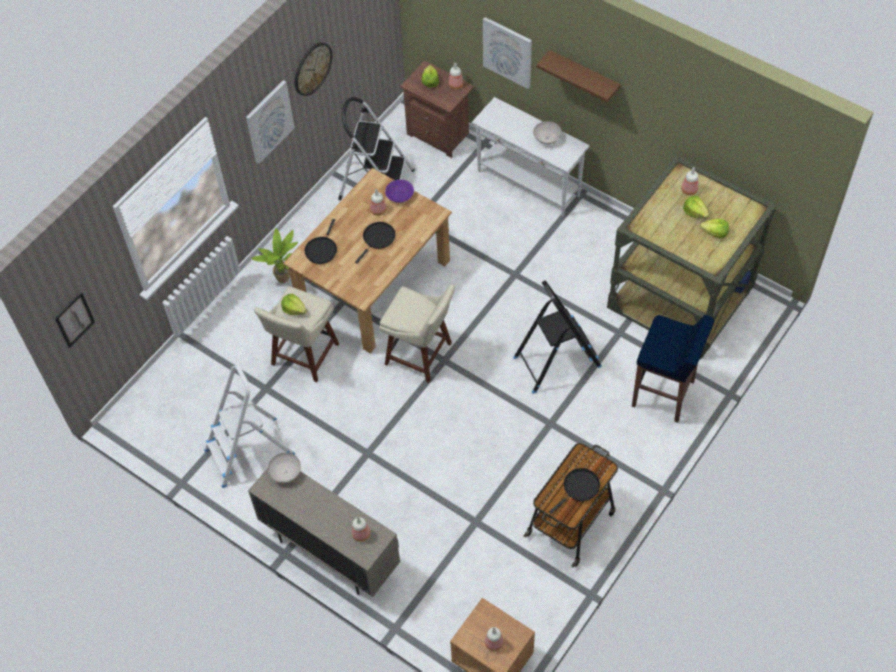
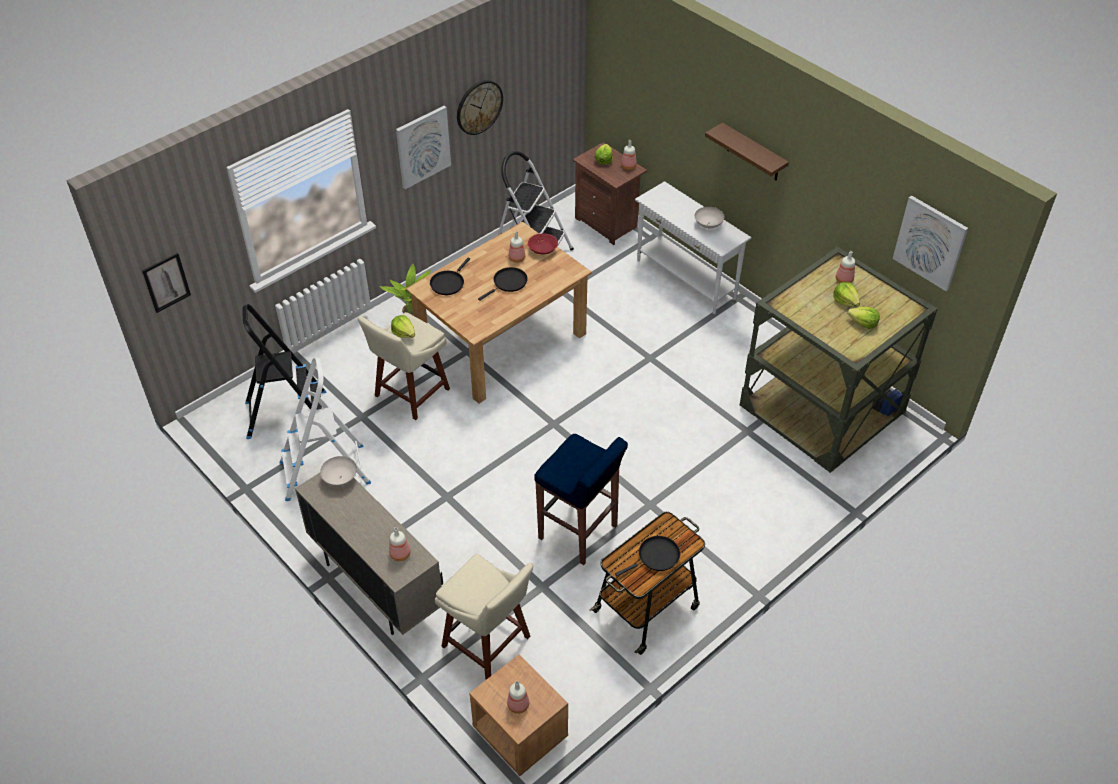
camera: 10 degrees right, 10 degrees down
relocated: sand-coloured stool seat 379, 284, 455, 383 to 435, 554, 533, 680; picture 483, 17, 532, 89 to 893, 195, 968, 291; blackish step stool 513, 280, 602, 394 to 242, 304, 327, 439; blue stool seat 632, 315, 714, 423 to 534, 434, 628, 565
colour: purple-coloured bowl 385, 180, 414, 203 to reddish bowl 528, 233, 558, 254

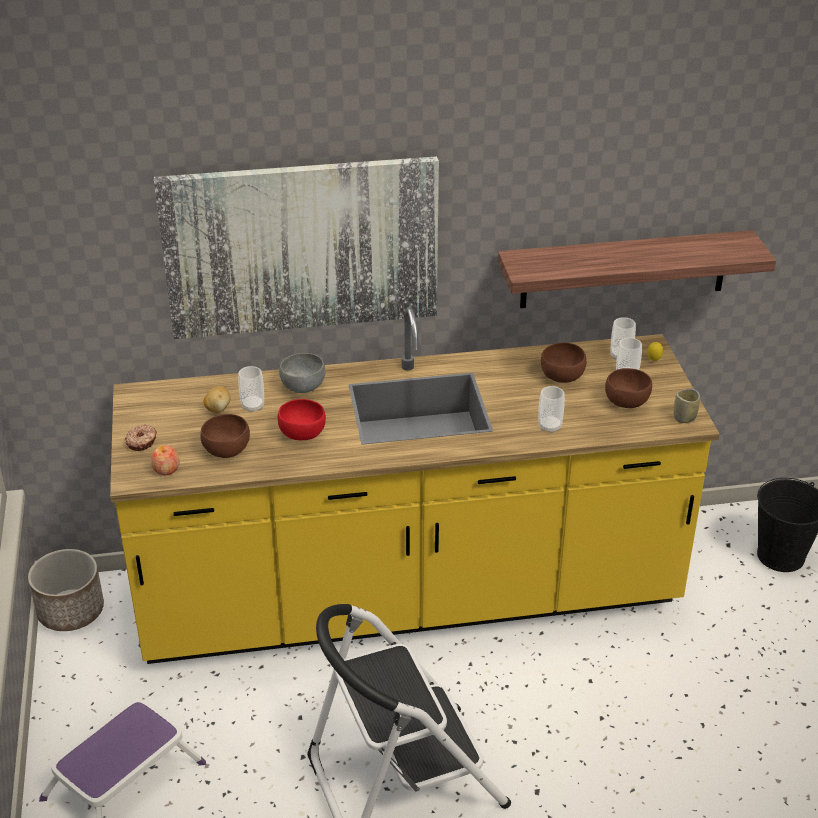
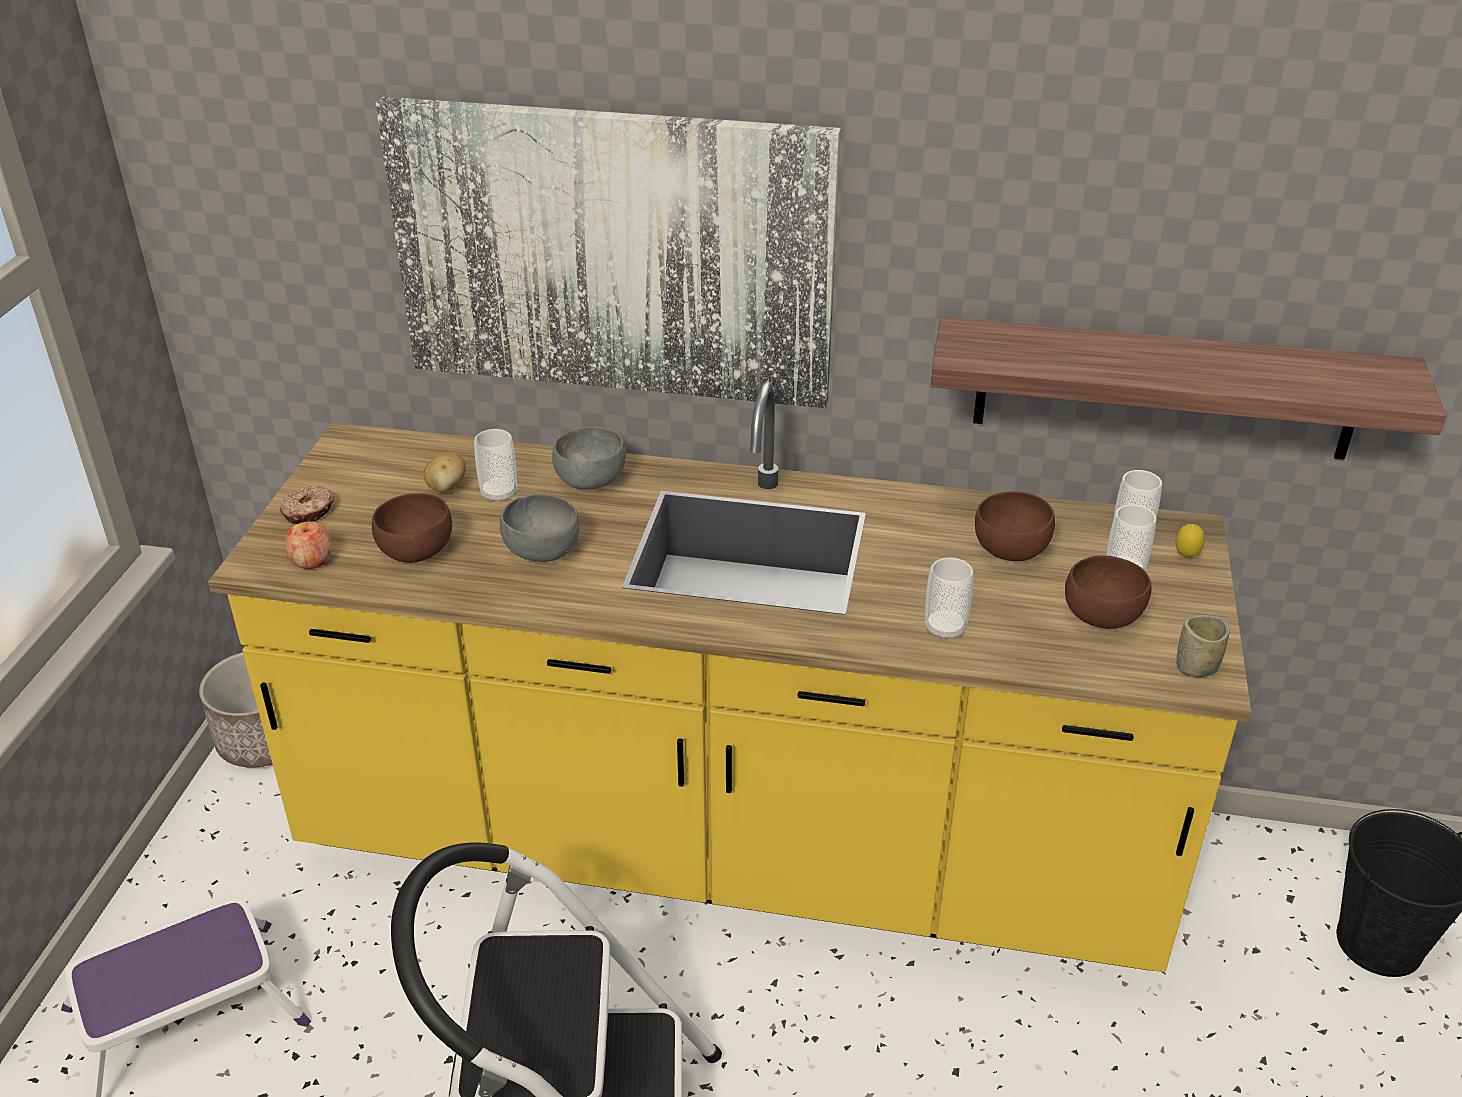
camera: 20 degrees right, 0 degrees up
colour: reddish bowl 278, 399, 326, 440 to greyish bowl 500, 494, 580, 562

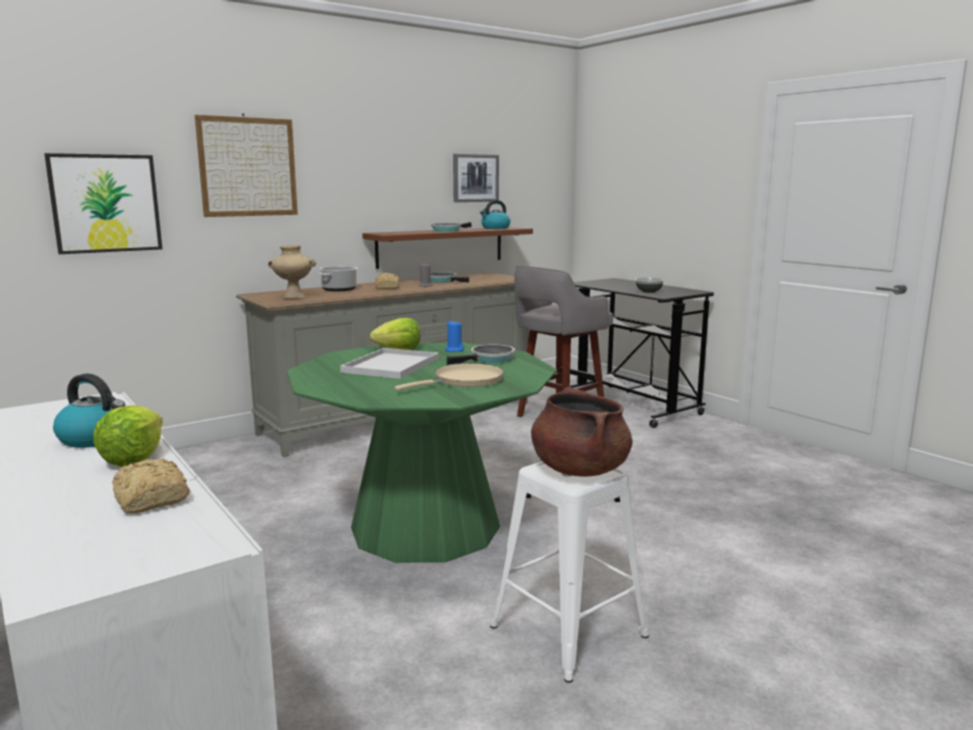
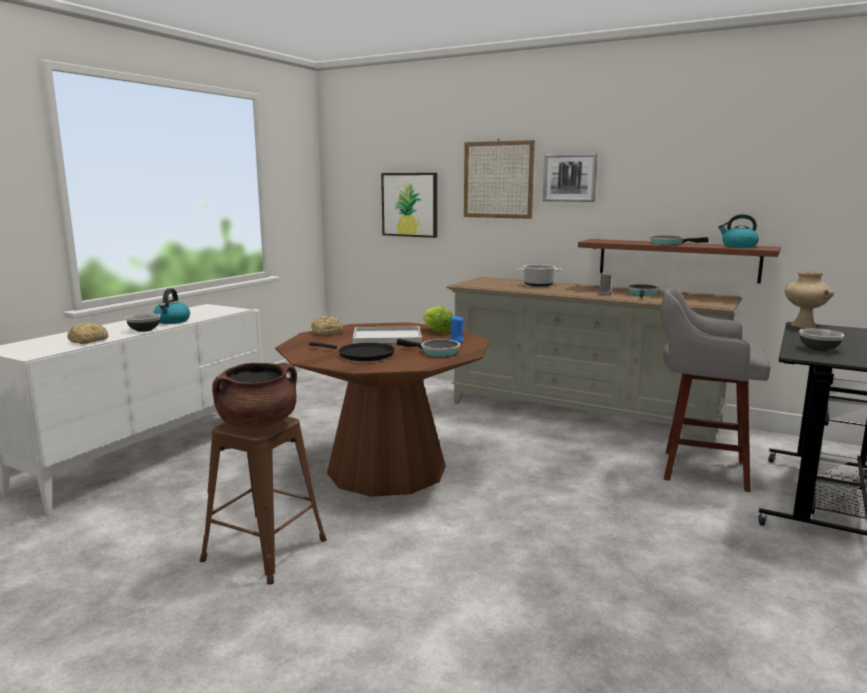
camera: 65 degrees right, 0 degrees up
relocated: sand-coloured decorative vase 268, 245, 316, 299 to 785, 271, 834, 328; bakery bread 375, 273, 400, 290 to 311, 316, 343, 335; picture 453, 154, 499, 202 to 543, 153, 598, 202
exchanged: head of lettuce 93, 406, 163, 467 to bowl 125, 313, 161, 332
colour: green-coloured dining table 287, 343, 557, 563 to brown-coloured dining table 275, 322, 490, 497; sand-coloured pan 395, 363, 504, 391 to blackish pan 309, 342, 395, 361; white-coloured stool seat 490, 461, 649, 683 to brown-coloured stool seat 200, 417, 327, 585

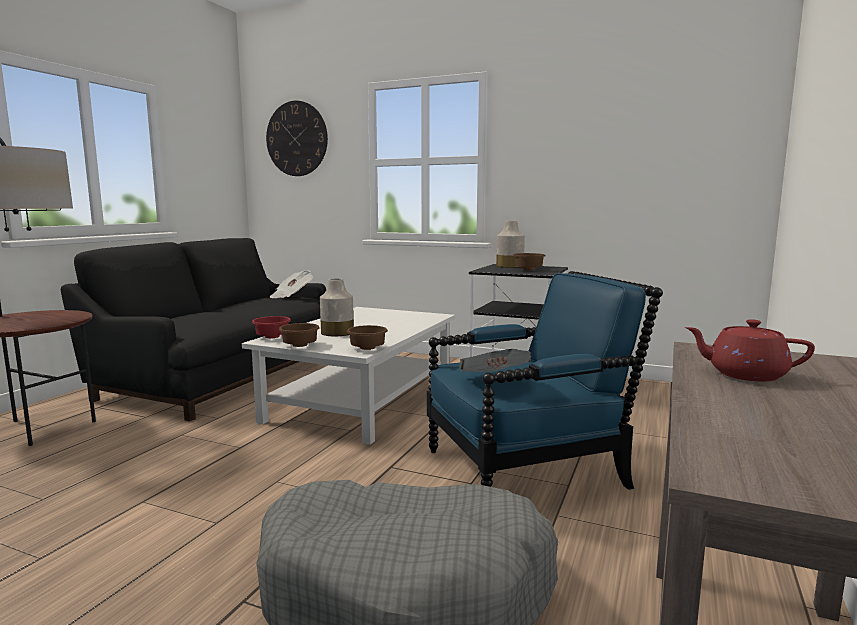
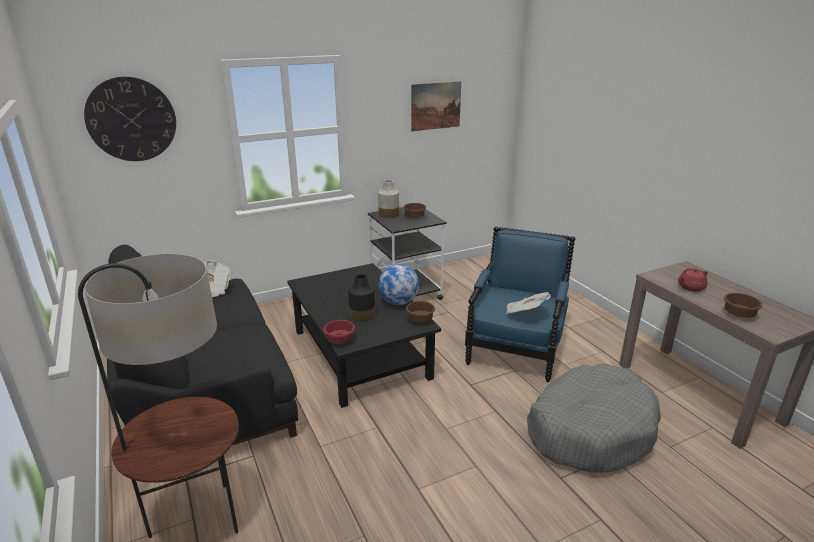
camera: 50 degrees left, 15 degrees up
appeared: desk globe 378, 264, 419, 305; picture 411, 81, 461, 131
relocated: brown-coloured bowl 279, 323, 320, 347 to 724, 293, 763, 318
colour: white-coloured low table 242, 307, 455, 445 to blackish low table 287, 263, 441, 408; sand-coloured decorative vase 320, 278, 354, 336 to blackish decorative vase 348, 274, 375, 322

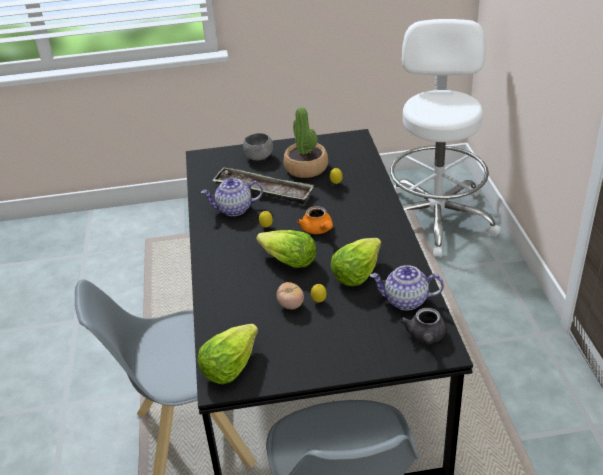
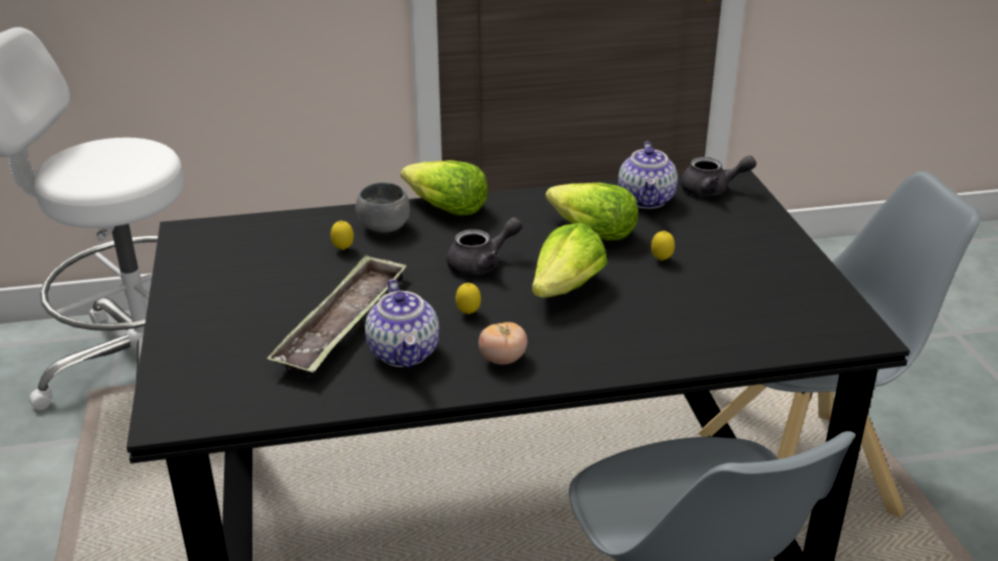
camera: 95 degrees left, 5 degrees down
missing: potted plant 284, 107, 328, 178
relocated: head of lettuce 198, 324, 258, 384 to 401, 160, 488, 216; greyish bowl 243, 133, 273, 161 to 356, 182, 410, 233; fresh tomato 277, 282, 304, 309 to 479, 322, 527, 364
colour: orange teapot 297, 206, 333, 234 to greyish teapot 446, 217, 522, 275

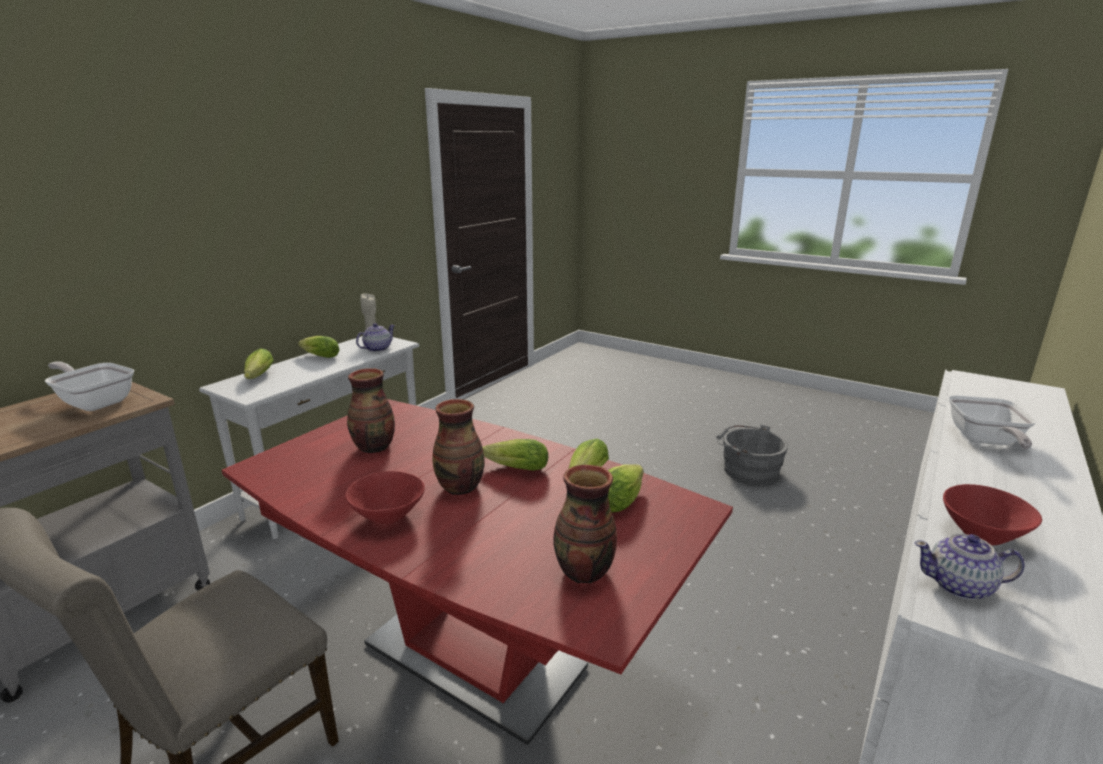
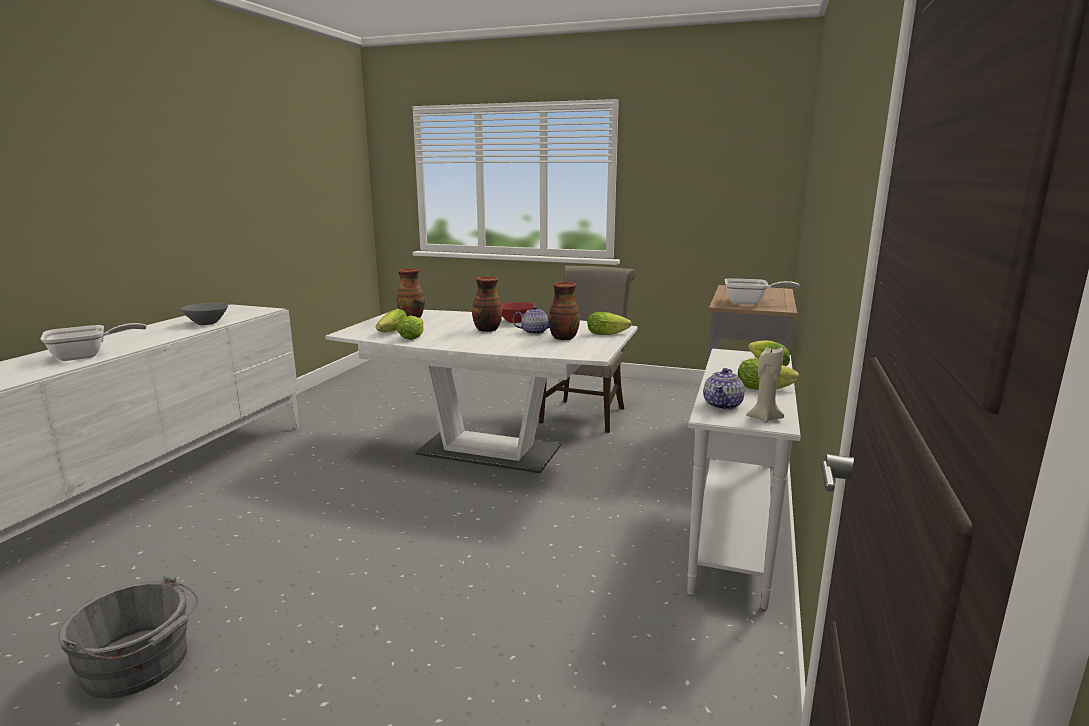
camera: 165 degrees right, 5 degrees down
relocated: head of lettuce 482, 439, 548, 471 to 588, 312, 631, 335; teapot 914, 534, 1025, 600 to 512, 306, 549, 334
colour: reddish dining table 222, 399, 733, 745 to white-coloured dining table 325, 310, 638, 473; reddish bowl 943, 484, 1042, 545 to greyish bowl 181, 303, 228, 325
spun: pan 949, 396, 1036, 449 = 40, 323, 147, 361 60 degrees clockwise

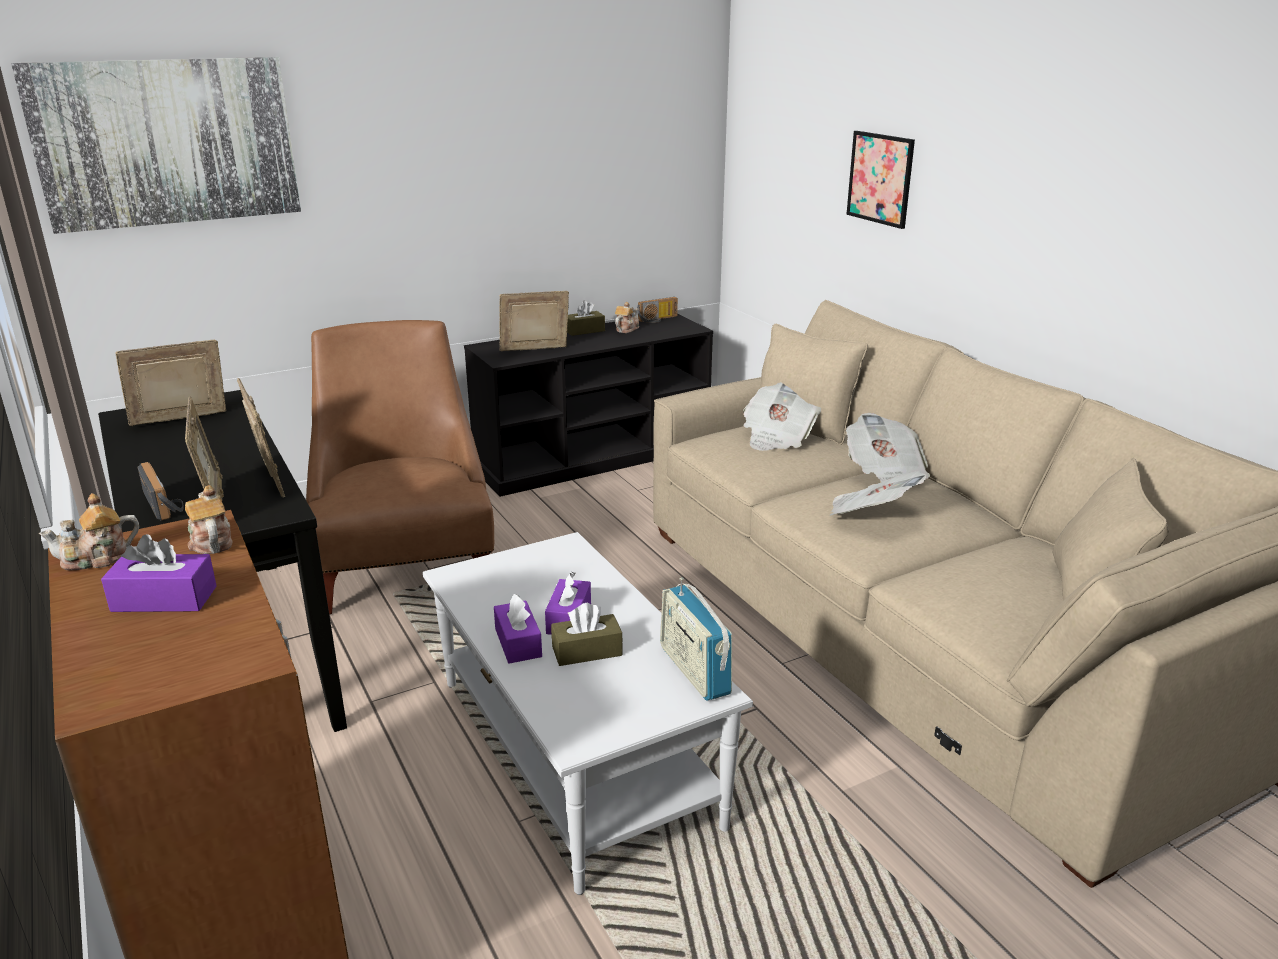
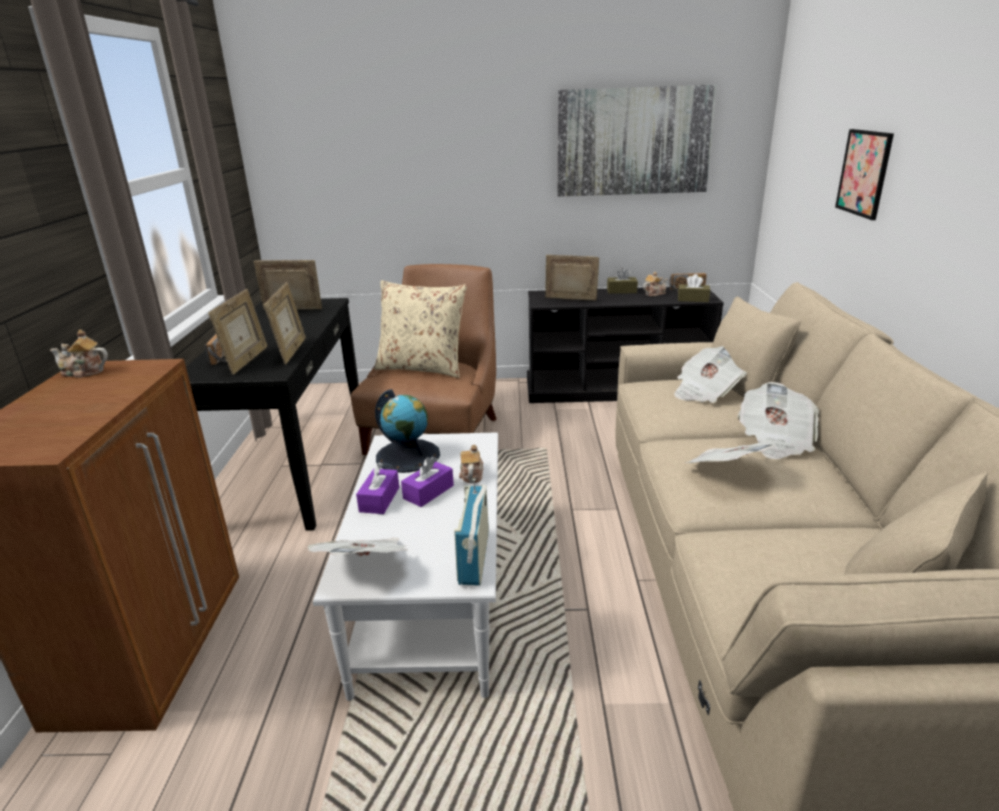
camera: 30 degrees right, 0 degrees up
missing: purple-coloured tissue holder 101, 534, 217, 612
appeared: newspaper 307, 538, 408, 556; sand-coloured throw pillow 374, 280, 467, 378; desk globe 375, 389, 440, 473
relocated: picture 11, 57, 301, 234 to 557, 85, 717, 197; teapot 185, 485, 232, 554 to 459, 445, 483, 483; brown-coloured tissue holder 551, 602, 622, 666 to 678, 274, 710, 302

